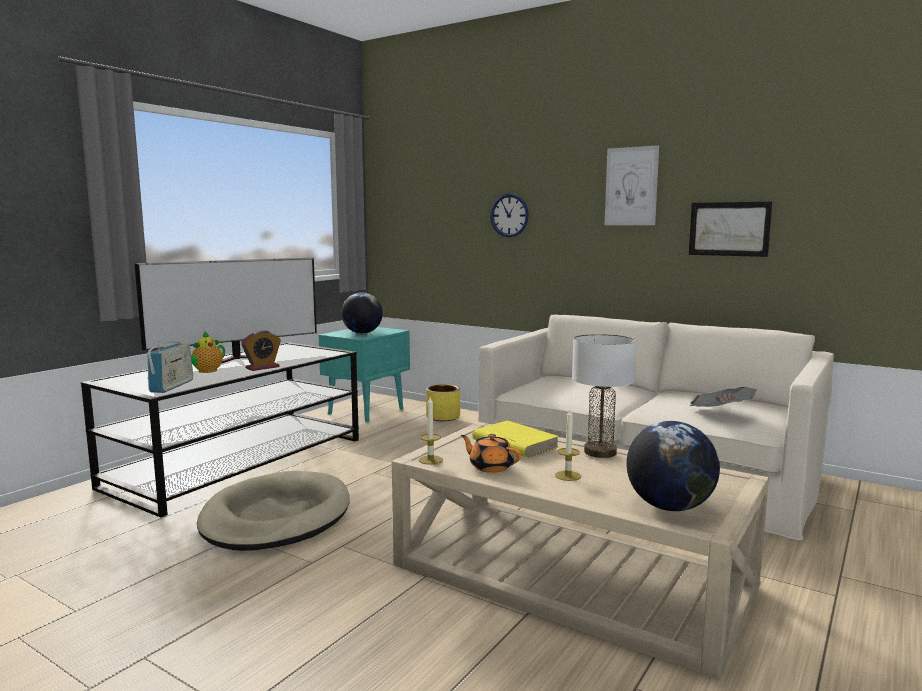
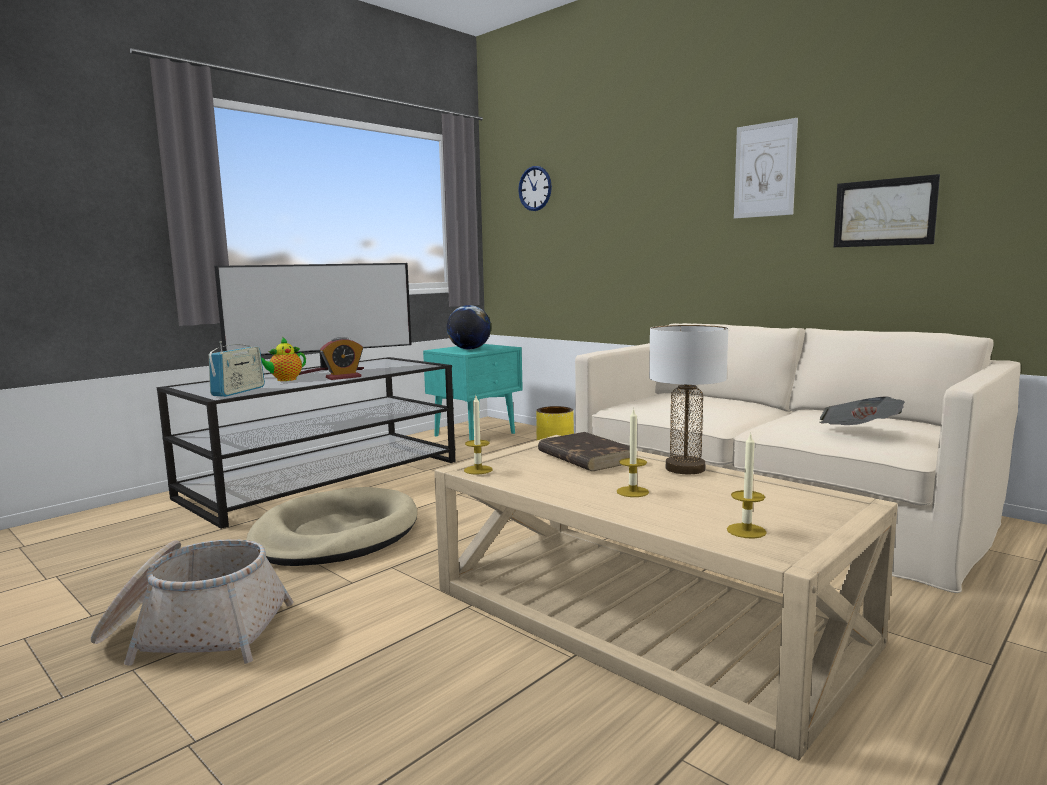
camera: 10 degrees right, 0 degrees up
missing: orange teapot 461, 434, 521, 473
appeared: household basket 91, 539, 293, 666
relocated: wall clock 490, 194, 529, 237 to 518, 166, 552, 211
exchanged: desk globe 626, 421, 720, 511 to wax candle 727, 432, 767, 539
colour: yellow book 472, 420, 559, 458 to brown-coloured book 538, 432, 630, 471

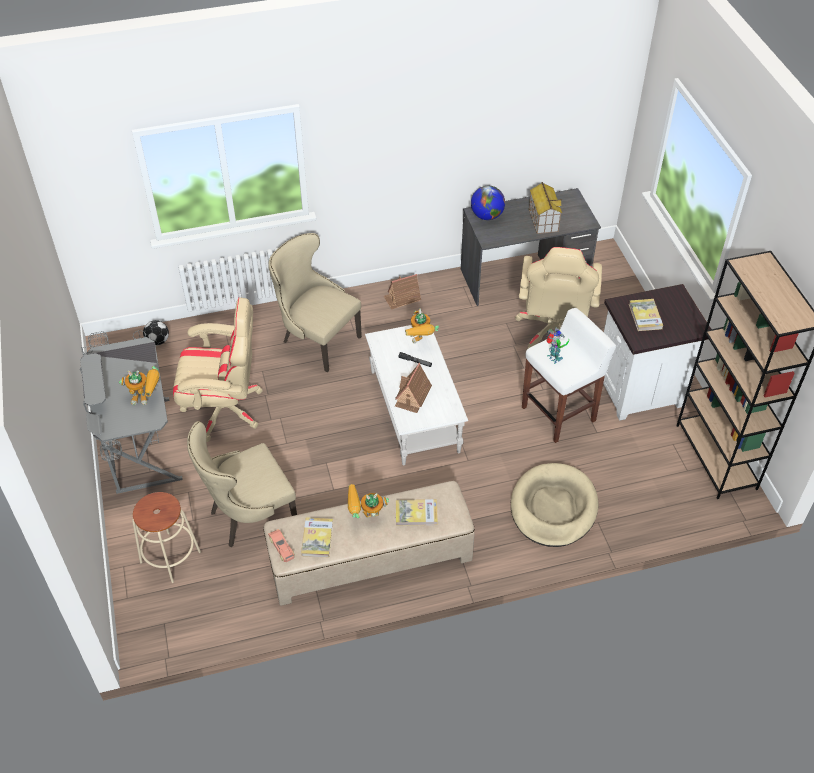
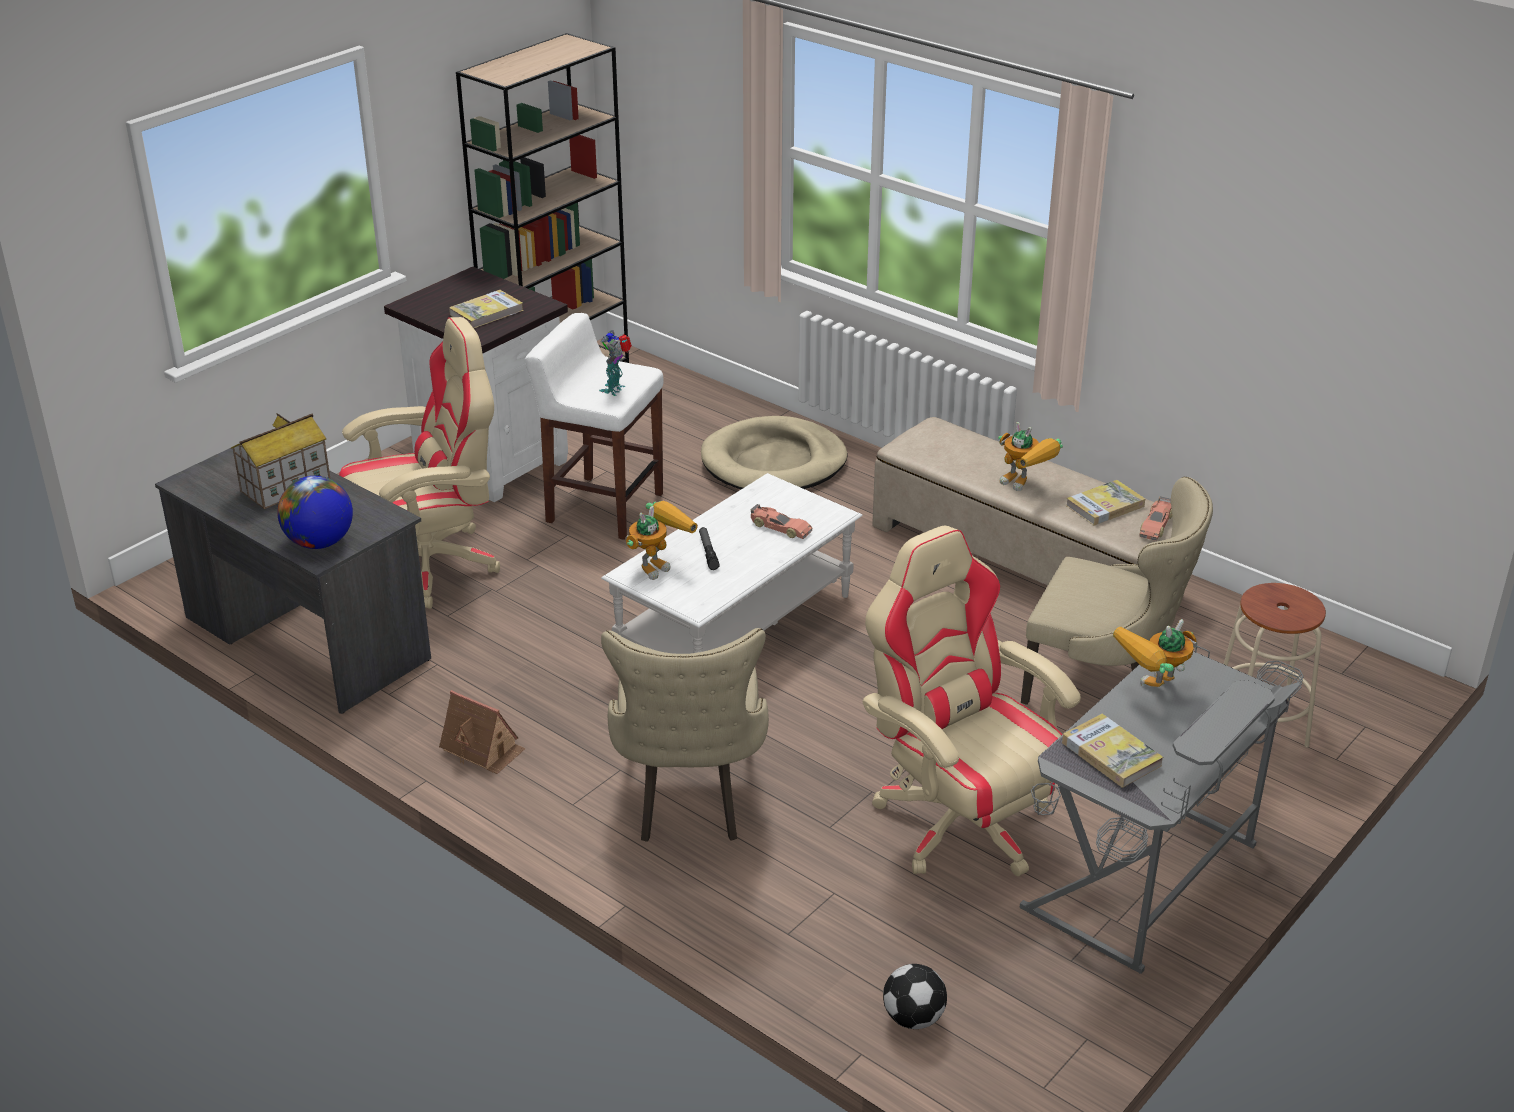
camera: 125 degrees left, 15 degrees down
relocated: book 396, 499, 438, 526 to 1062, 714, 1163, 788
exchanged: toy house 395, 363, 432, 413 to model car 751, 504, 812, 539
spun: toy robot 119, 366, 160, 405 = 1113, 619, 1197, 687 90 degrees counterclockwise

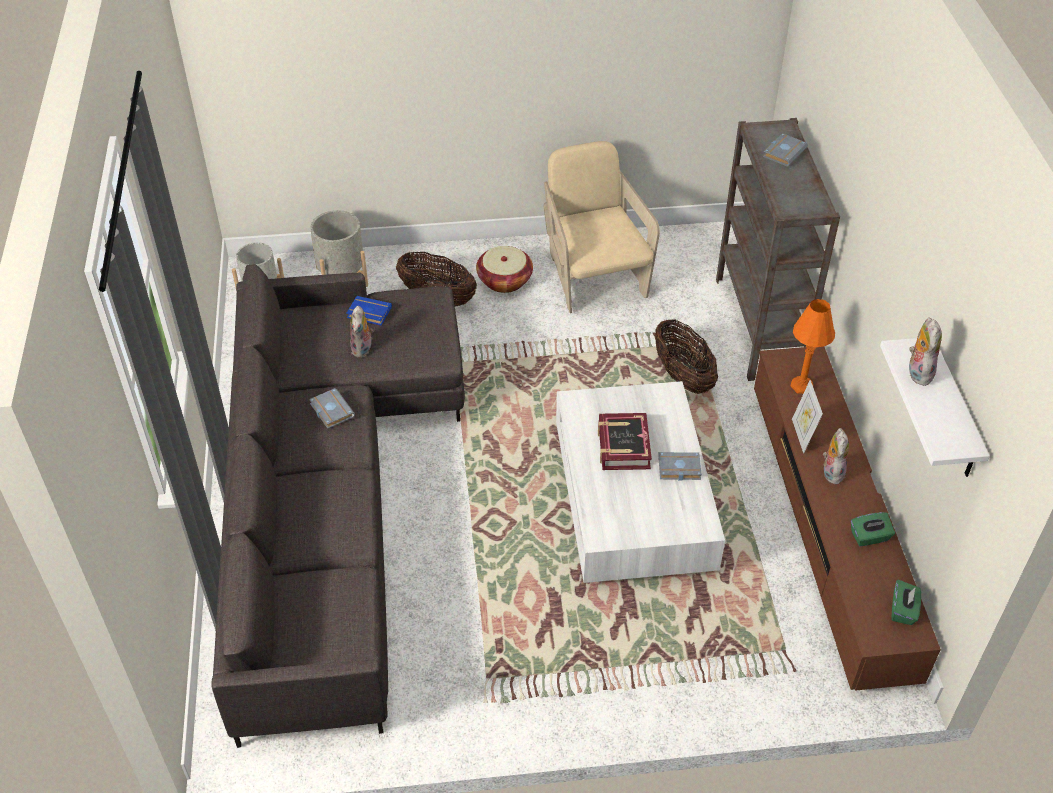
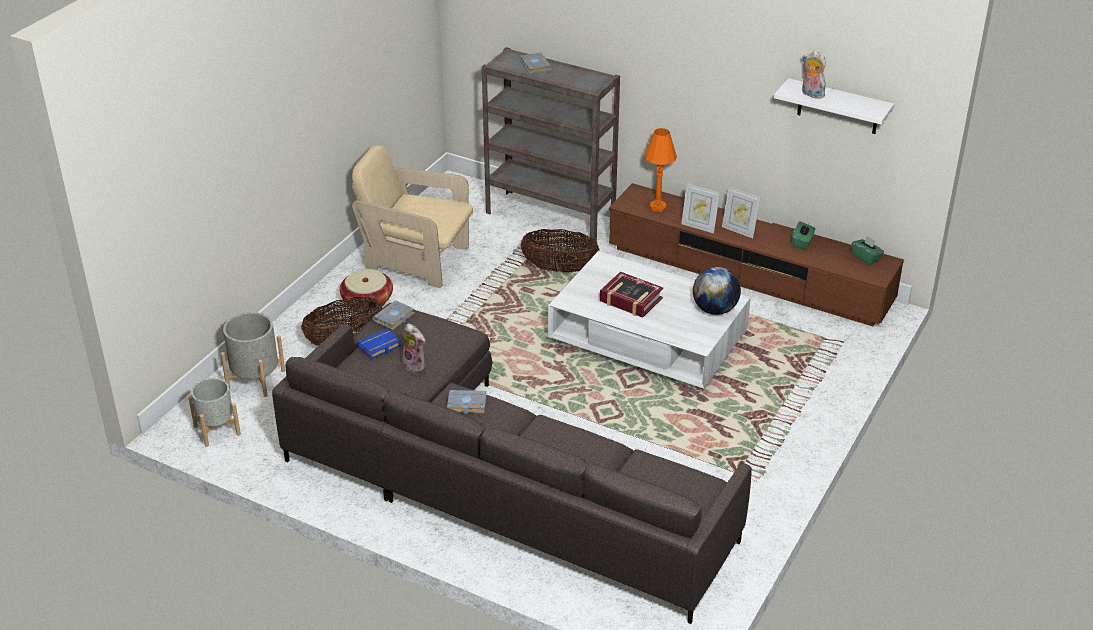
camera: 55 degrees left, 10 degrees down
appeared: desk globe 693, 267, 741, 315
relocated: greyish book 658, 452, 702, 480 to 372, 300, 415, 330
exchanged: soft toy 823, 428, 849, 484 to photo frame 722, 187, 760, 238

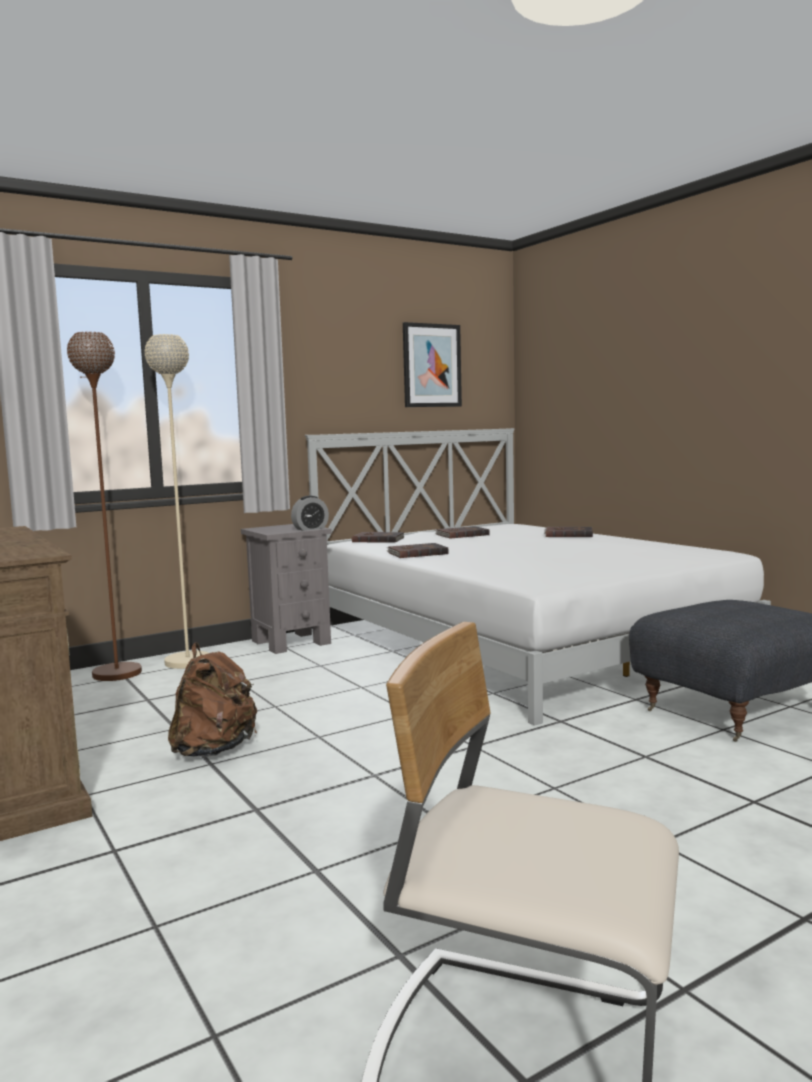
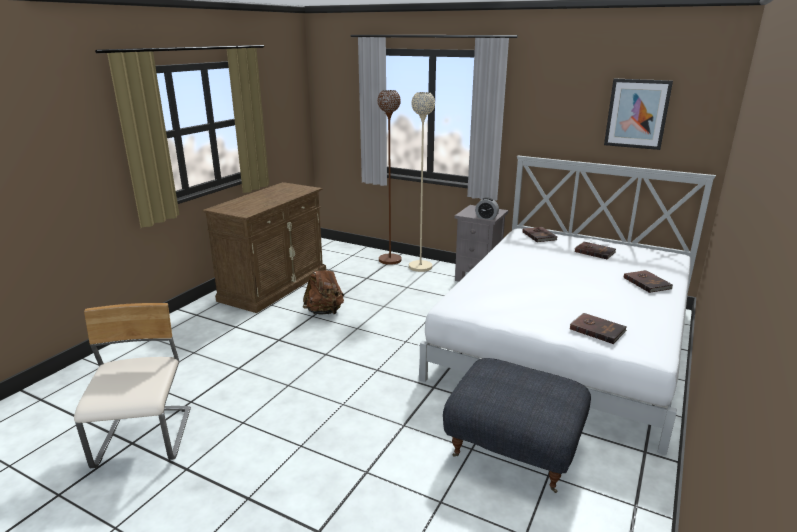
camera: 60 degrees right, 15 degrees up
relocated: brown-coloured book 386, 543, 449, 558 to 570, 313, 627, 344

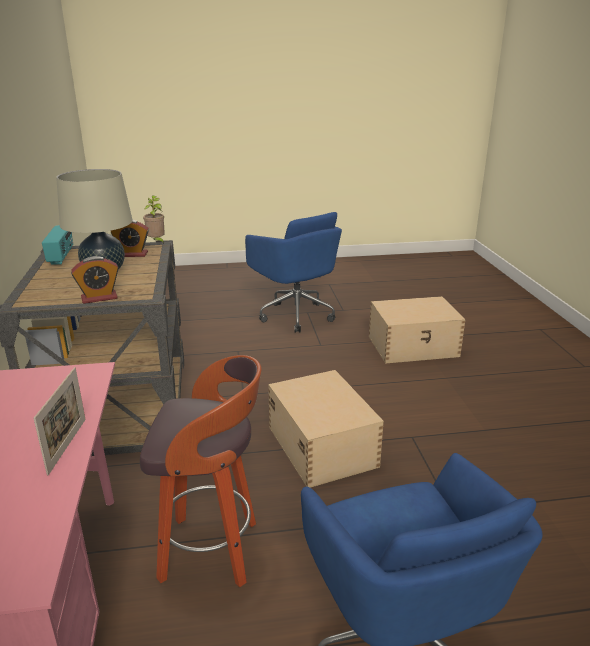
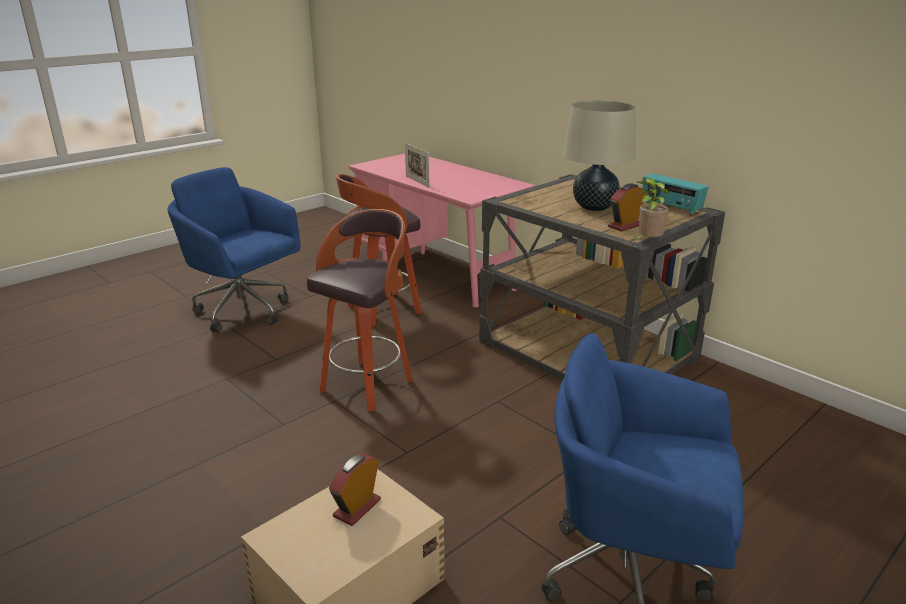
camera: 145 degrees right, 0 degrees up
relocated: alarm clock 71, 256, 118, 304 to 329, 454, 381, 526
exchanged: sand-coloured storage bin 268, 370, 384, 488 to stool seat 307, 209, 413, 412

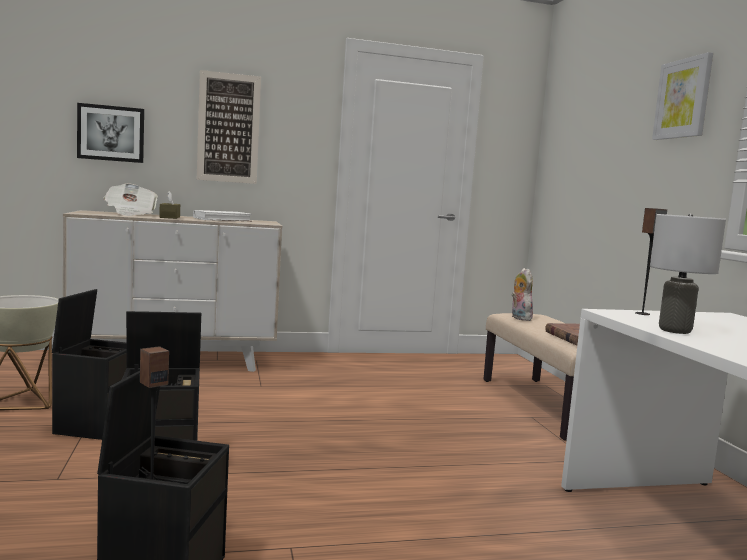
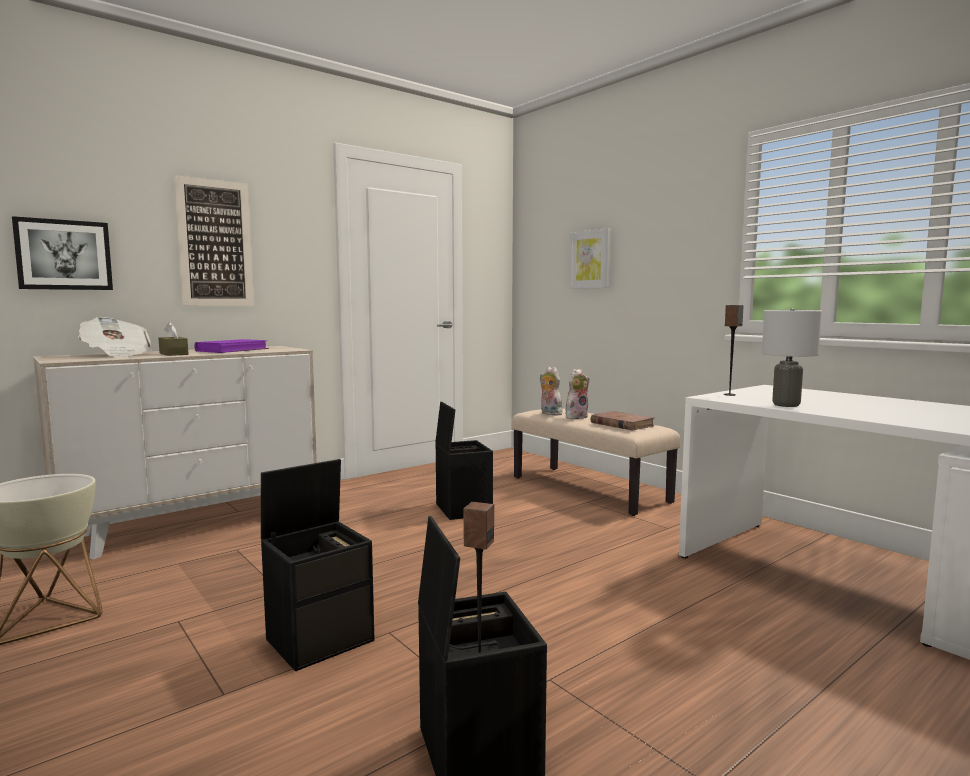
camera: 25 degrees left, 0 degrees up
appeared: soft toy 566, 369, 590, 419
relocated: blackish storage bin 52, 289, 127, 440 to 435, 401, 493, 520; picture 652, 52, 713, 140 to 570, 228, 611, 289
colour: white-coloured book 193, 210, 251, 221 to purple-coloured book 194, 339, 269, 353

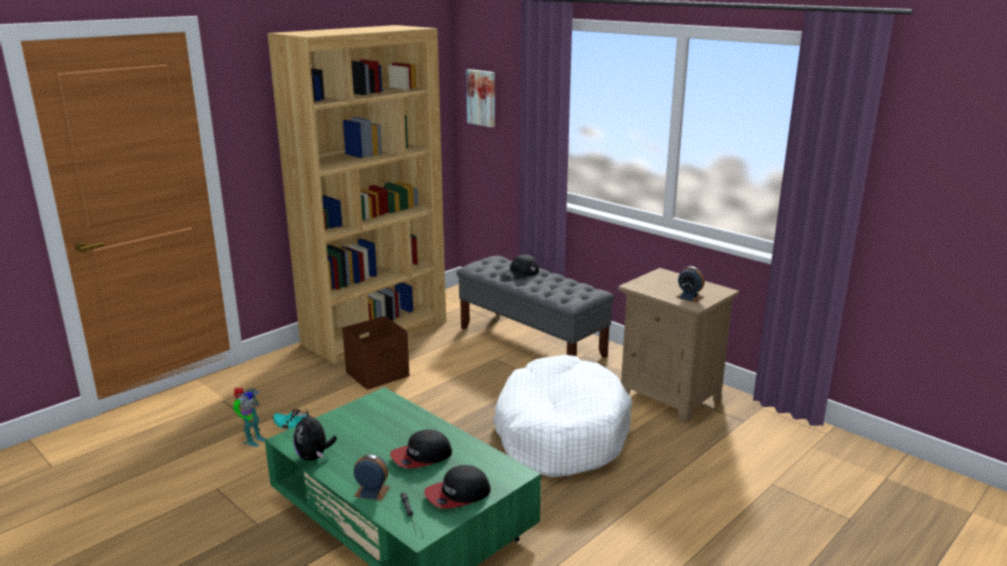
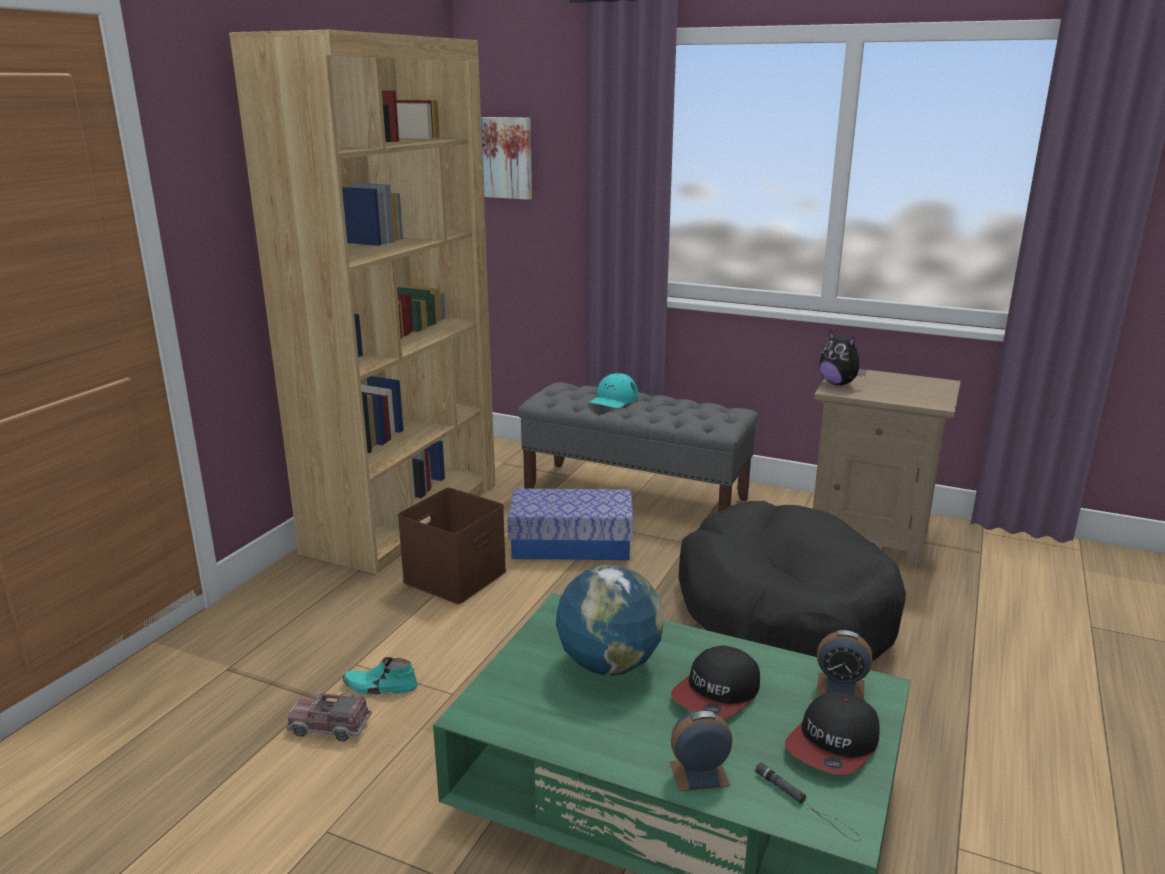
camera: 20 degrees left, 0 degrees up
appeared: storage bin 507, 488, 633, 560; desk globe 556, 565, 664, 676
relocated: soft toy 293, 409, 337, 461 to 819, 331, 867, 386; alarm clock 675, 266, 705, 303 to 816, 630, 872, 700
exchanged: toy robot 233, 388, 266, 447 to model truck 286, 692, 372, 742
colour: white-coloured dog cushion 493, 355, 632, 478 to blackish dog cushion 678, 501, 906, 662; blackish baseball cap 500, 254, 539, 279 to turquoise-coloured baseball cap 589, 373, 638, 408

